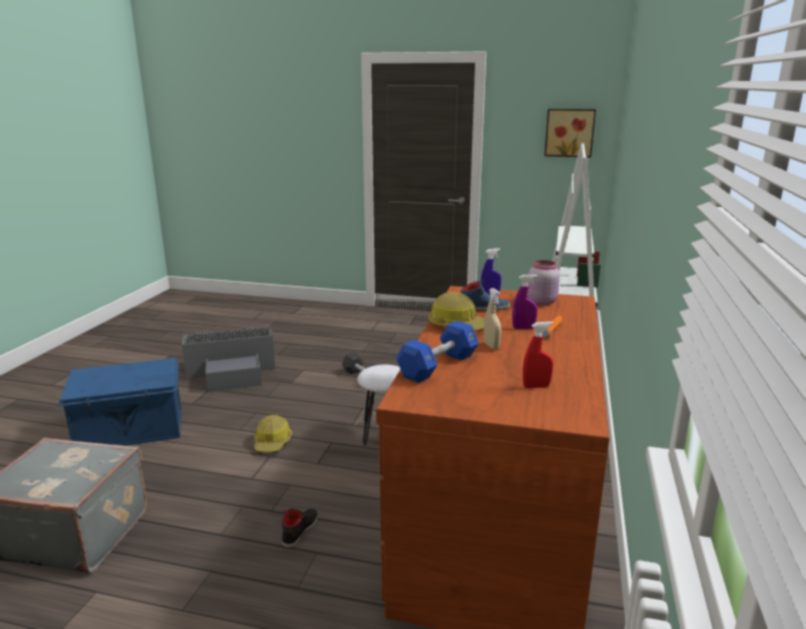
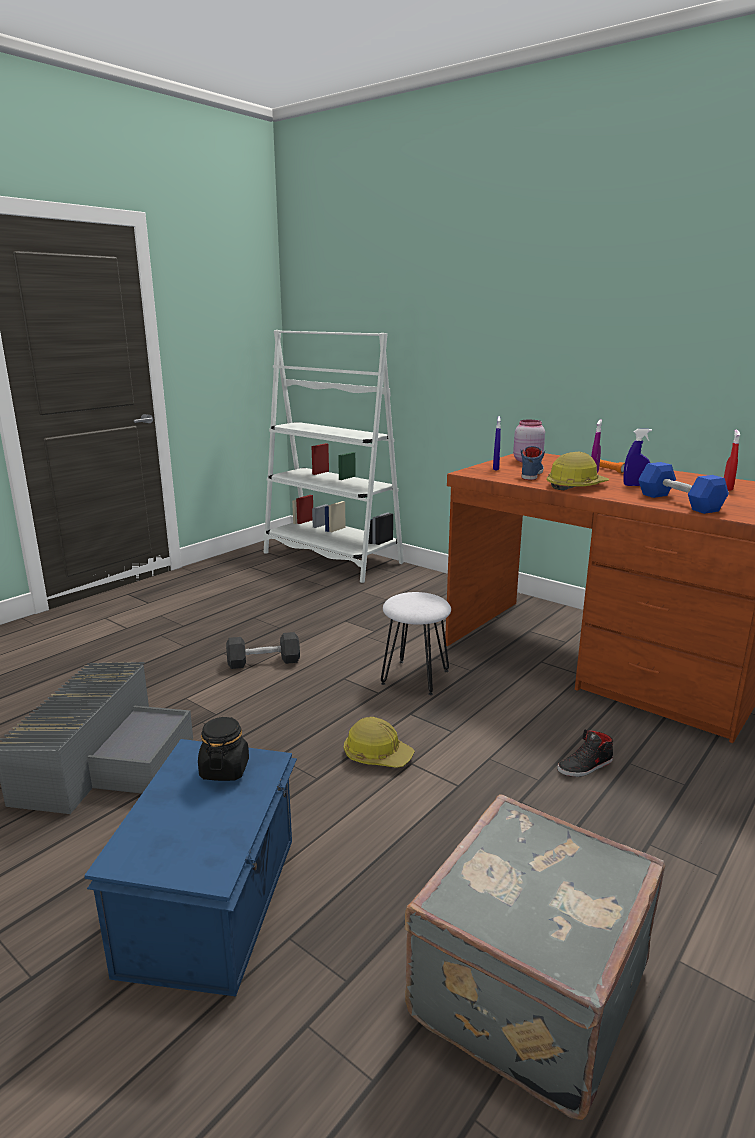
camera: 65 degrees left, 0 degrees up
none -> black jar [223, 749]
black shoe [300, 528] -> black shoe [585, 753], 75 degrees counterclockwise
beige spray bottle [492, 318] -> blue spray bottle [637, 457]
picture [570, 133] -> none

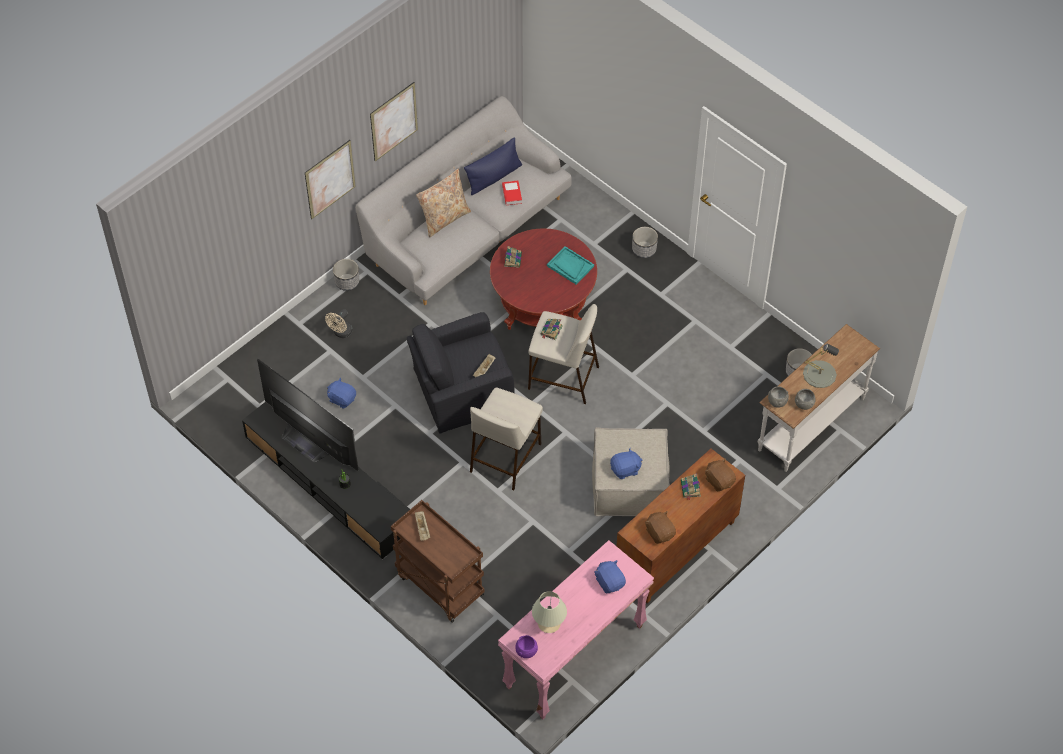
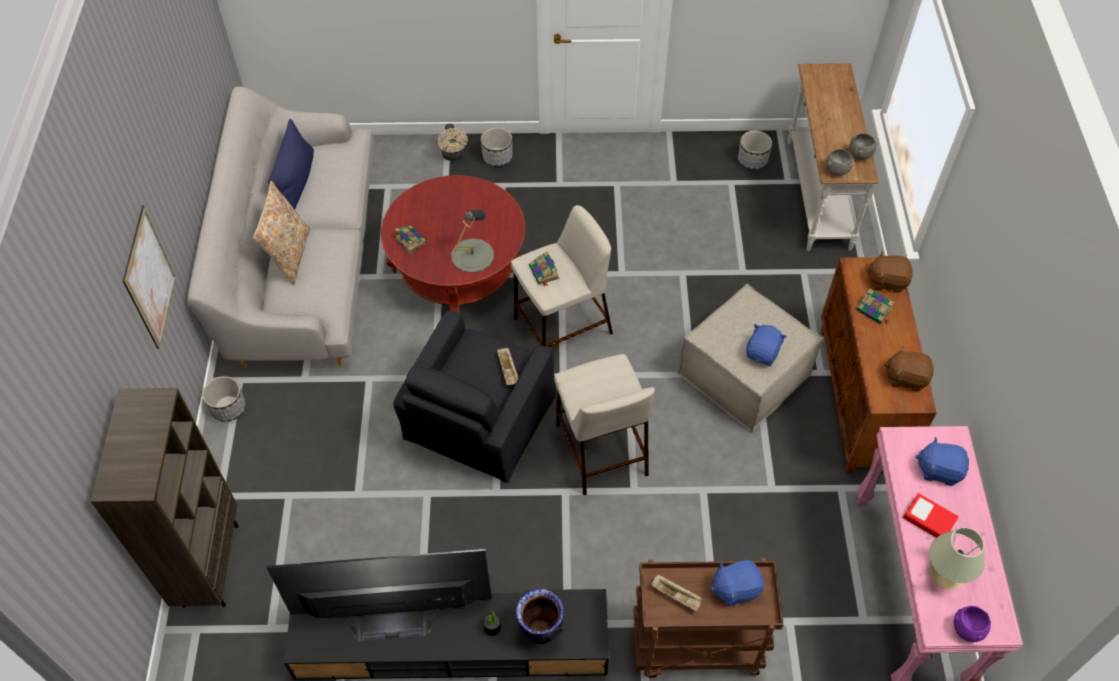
camera: 45 degrees left, 0 degrees up
none -> brown bookcase [164, 497]
beige fan [339, 323] -> beige fan [453, 142], moved
grey table lamp [821, 365] -> grey table lamp [472, 241], moved
none -> vase [540, 616]
blue plush toy [341, 393] -> blue plush toy [737, 583], moved
book [512, 193] -> book [931, 515], moved
picture [394, 121] -> none
turquoise tray [570, 265] -> none

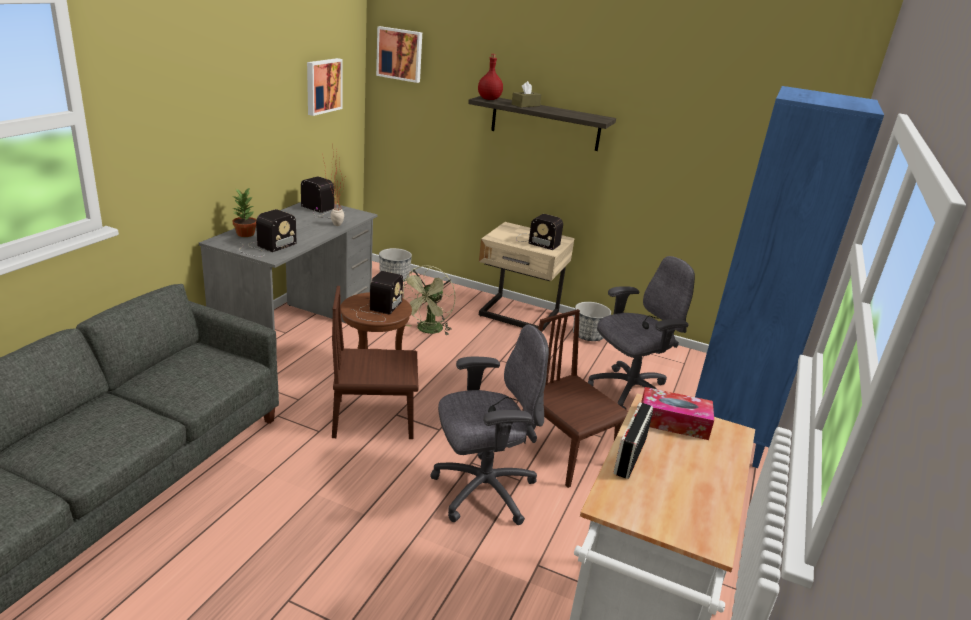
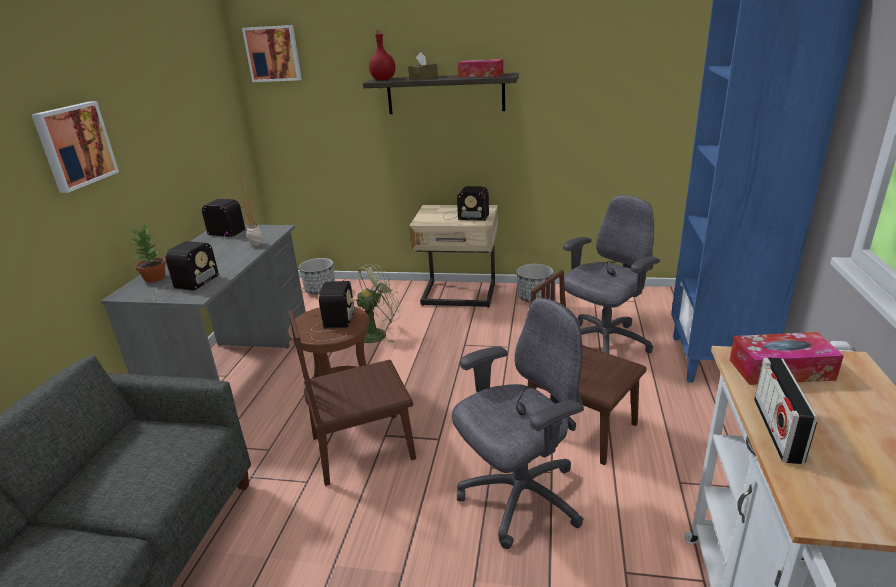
camera: 10 degrees left, 0 degrees up
picture [325, 87] -> picture [75, 147], moved
green fan [429, 300] -> green fan [379, 303], 135 degrees counterclockwise
none -> tissue box [480, 68]

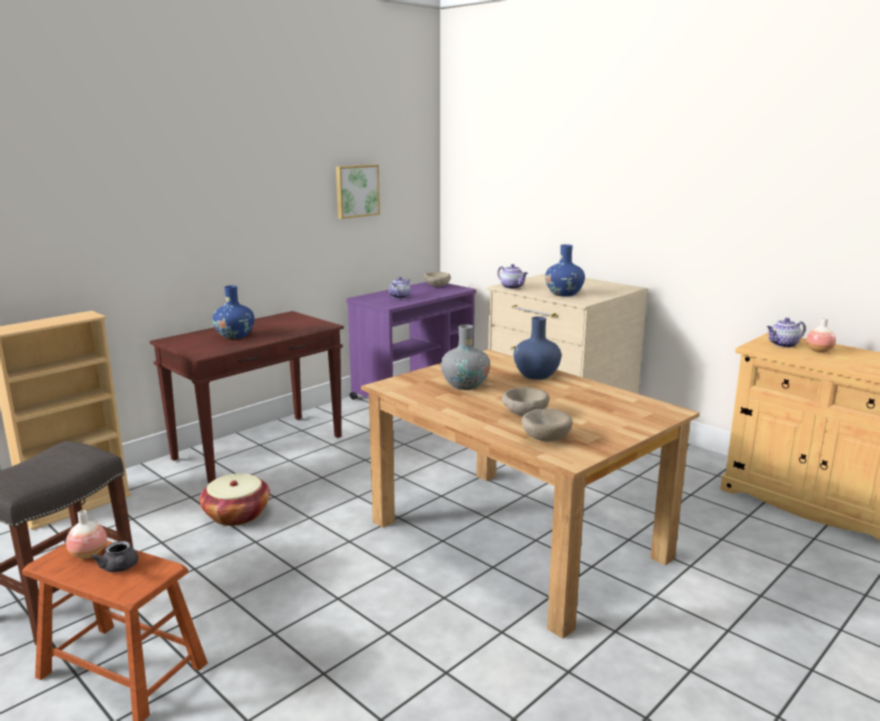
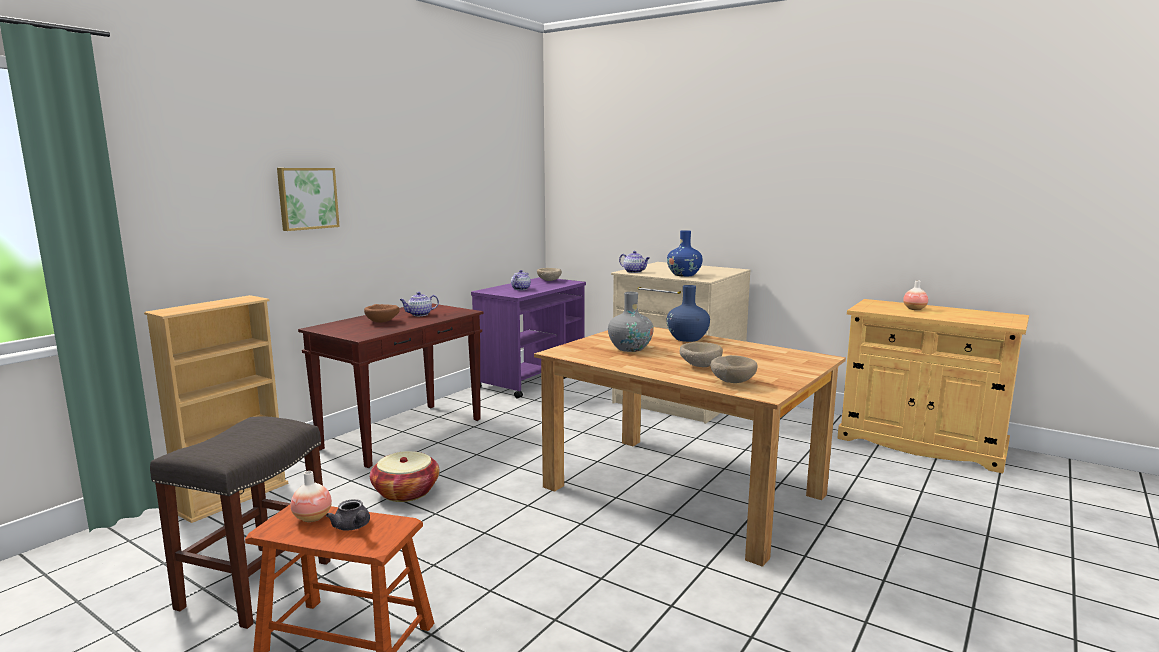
camera: 10 degrees left, 5 degrees down
picture [358, 192] -> picture [308, 199], moved
blue vase [233, 312] -> brown bowl [382, 313]
teapot [786, 333] -> teapot [419, 304], moved

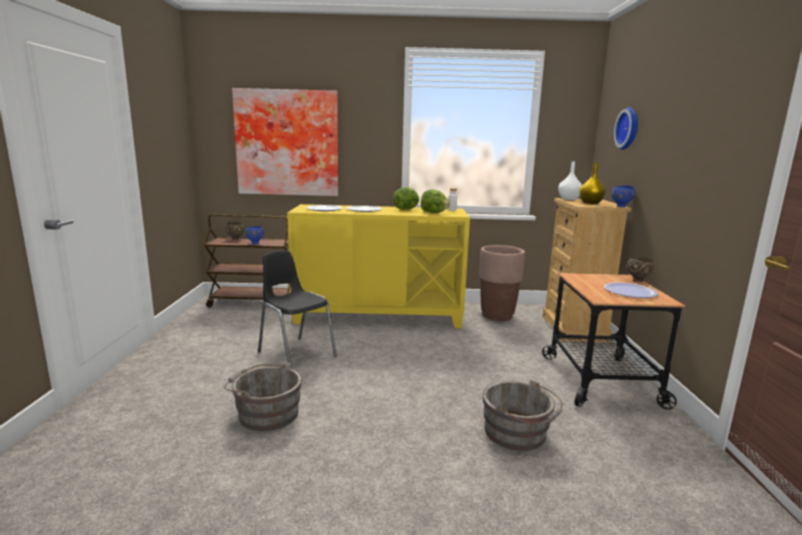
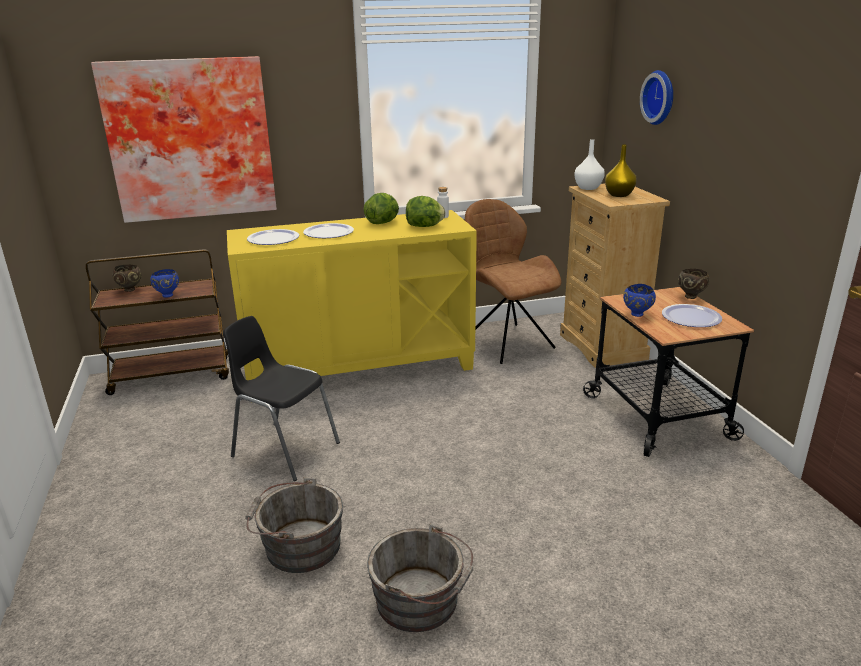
camera: 15 degrees left, 10 degrees up
grey bucket [522, 415] -> grey bucket [420, 577], moved
brown planter [502, 283] -> brown chair [513, 281]
blue bowl [623, 196] -> blue bowl [639, 300], moved

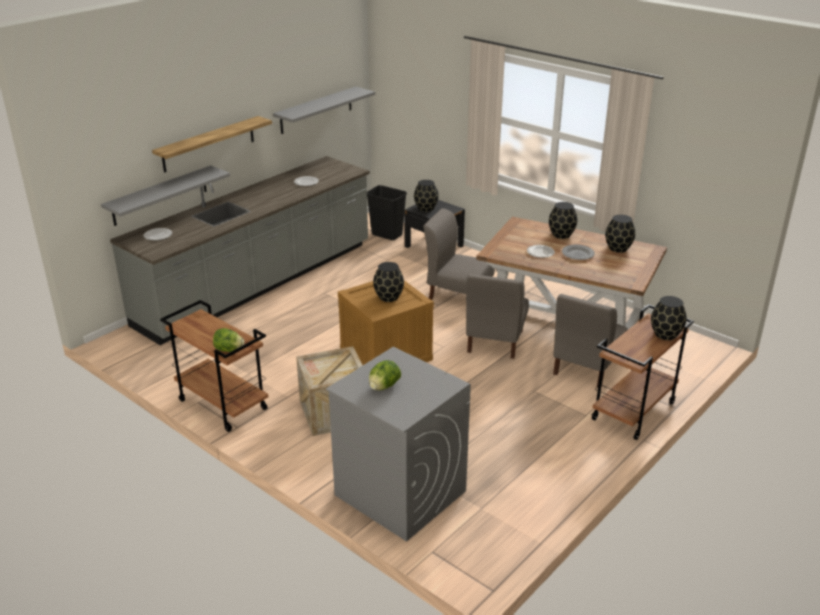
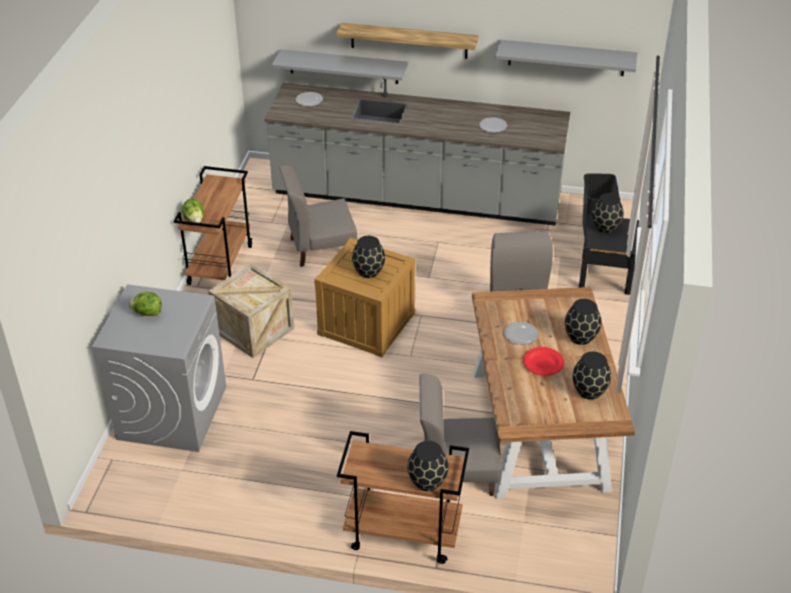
camera: 60 degrees right, 10 degrees up
grey chair [497, 316] -> grey chair [318, 216], moved
grey plate [578, 252] -> red plate [543, 361]

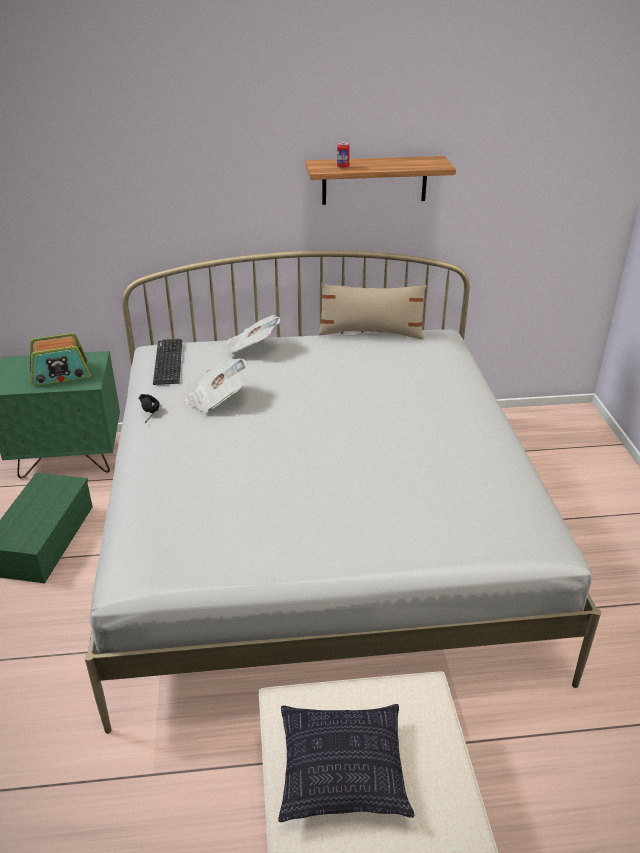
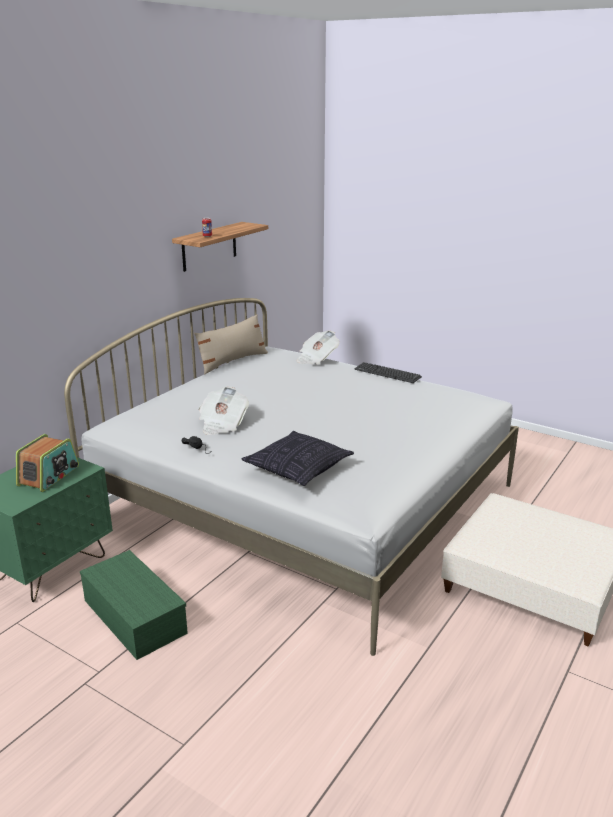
camera: 50 degrees left, 10 degrees down
pillow [346, 763] -> pillow [298, 458], moved
newspaper [253, 334] -> newspaper [318, 347], moved
keyboard [167, 362] -> keyboard [388, 372], moved

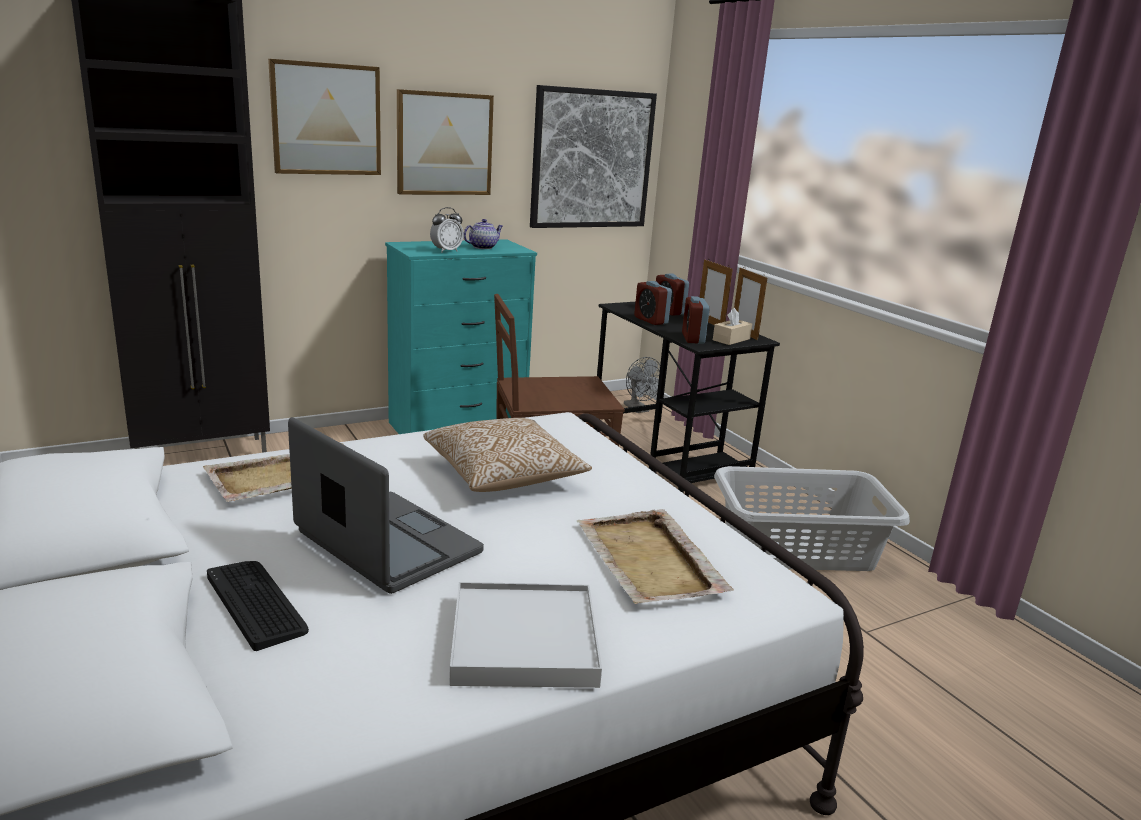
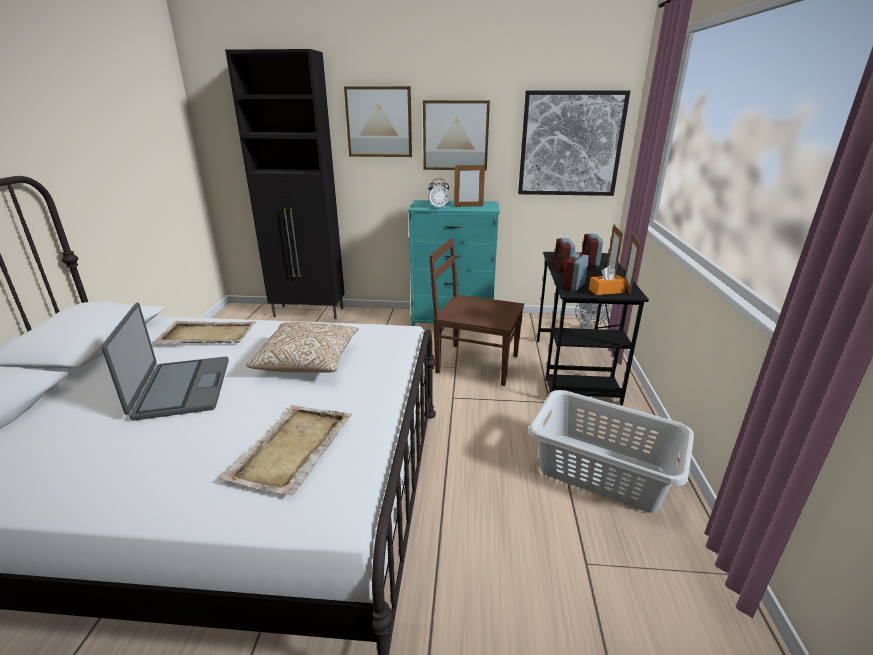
camera: 35 degrees right, 5 degrees up
teapot [483, 234] -> picture frame [469, 186]
beige tissue box [732, 326] -> orange tissue box [608, 280]
keyboard [258, 606] -> none
white tray [526, 635] -> none

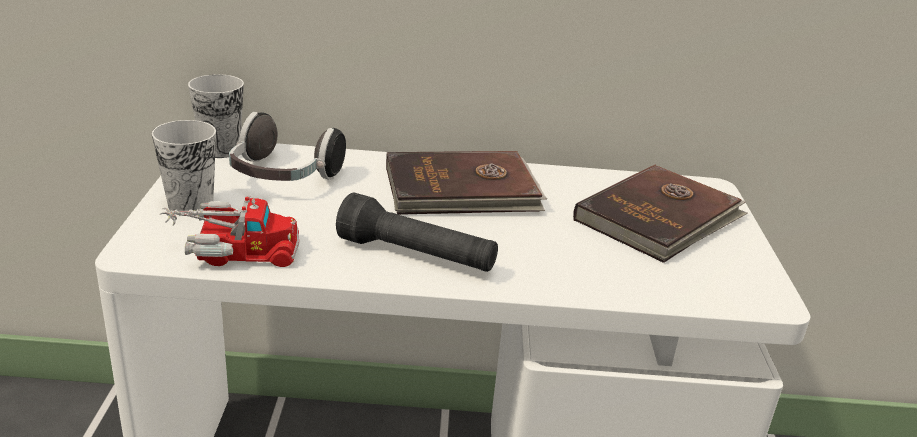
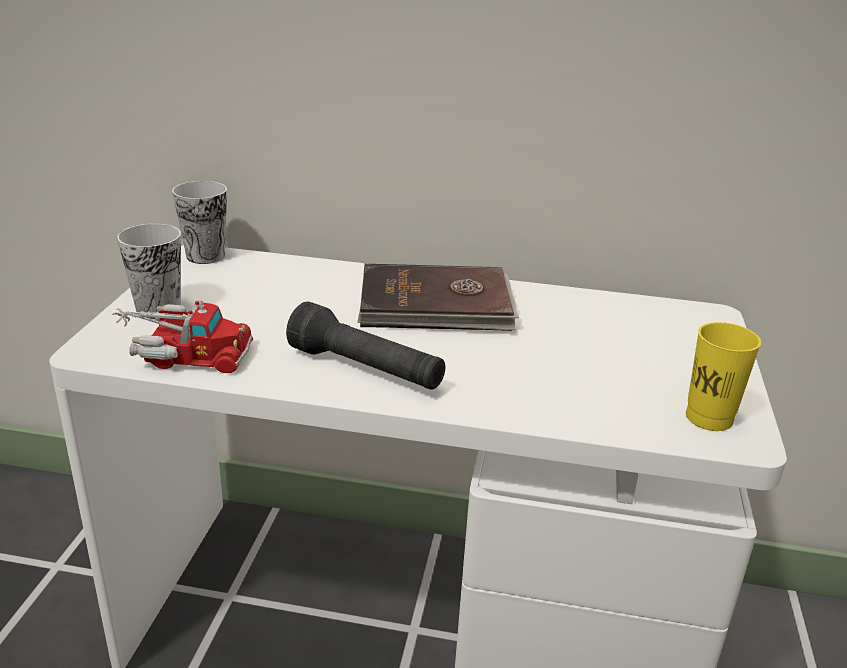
camera: 10 degrees right, 0 degrees up
none -> yellow cup [723, 376]
headphones [287, 146] -> none
brown book [660, 214] -> none

